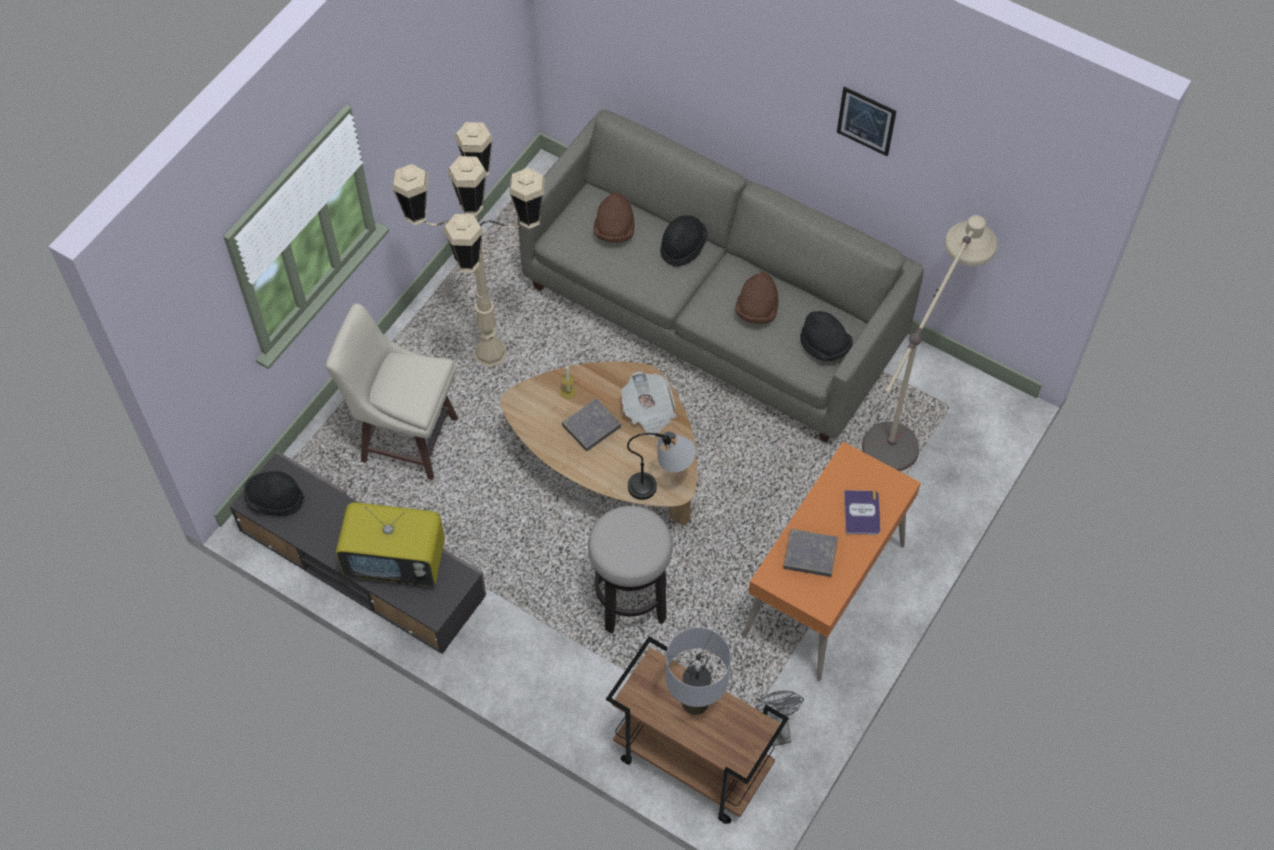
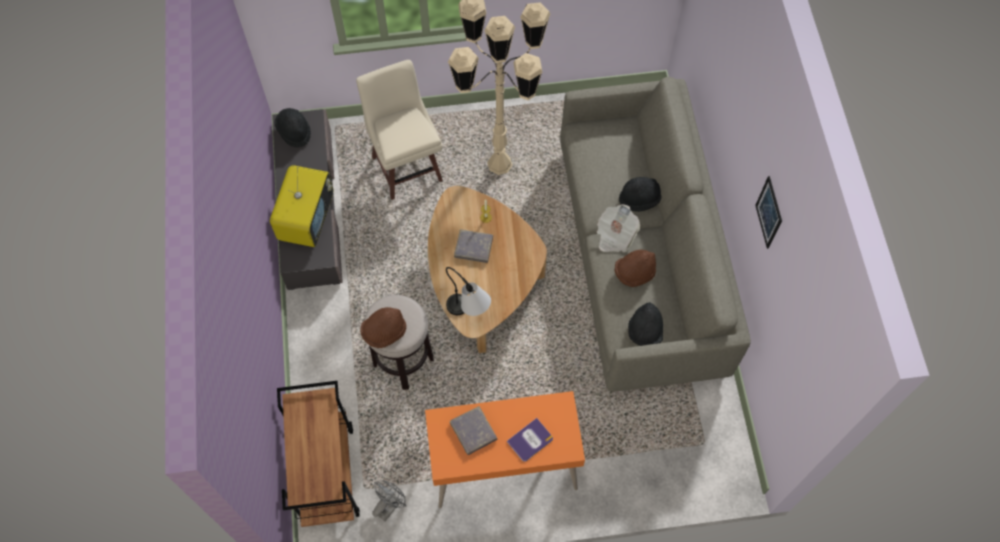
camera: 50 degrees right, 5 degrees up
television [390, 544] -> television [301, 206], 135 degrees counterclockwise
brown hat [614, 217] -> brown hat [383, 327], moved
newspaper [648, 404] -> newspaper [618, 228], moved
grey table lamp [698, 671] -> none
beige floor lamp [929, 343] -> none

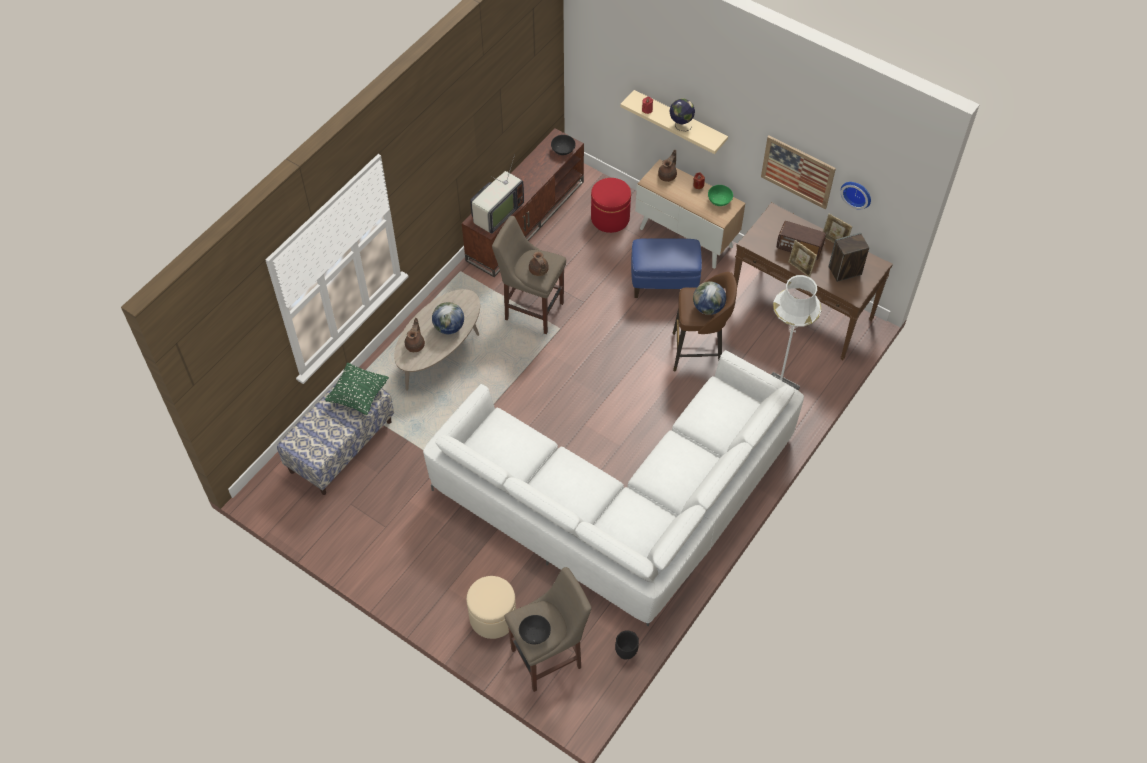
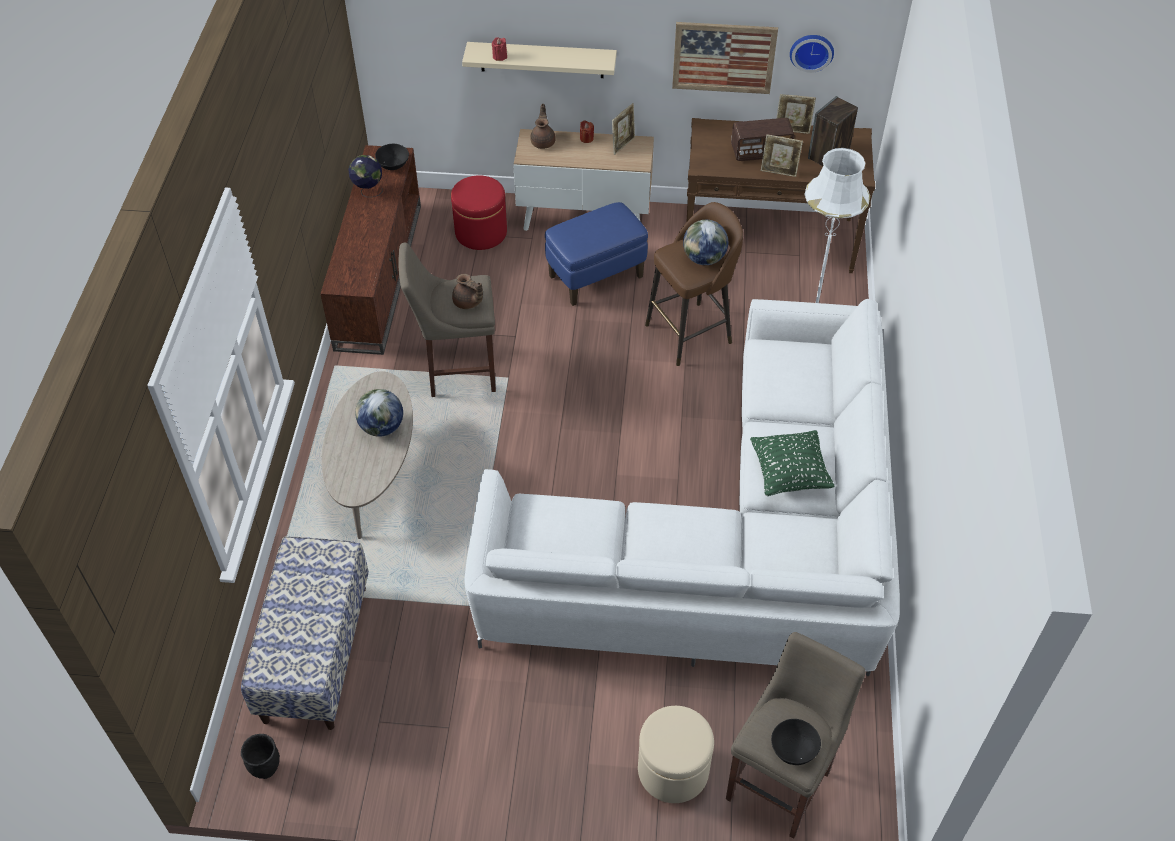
camera: 30 degrees left, 5 degrees down
black planter [627, 645] -> black planter [260, 756], moved
globe [682, 114] -> globe [365, 176], moved
green bowl [720, 195] -> picture frame [623, 129]
green pillow [357, 389] -> green pillow [792, 463], moved
brown teapot [415, 335] -> none
television [497, 194] -> none

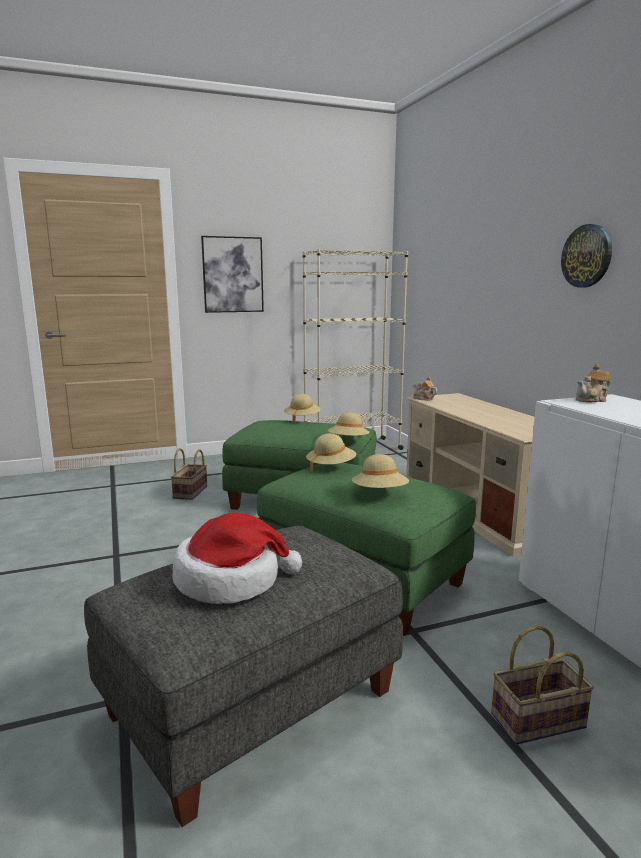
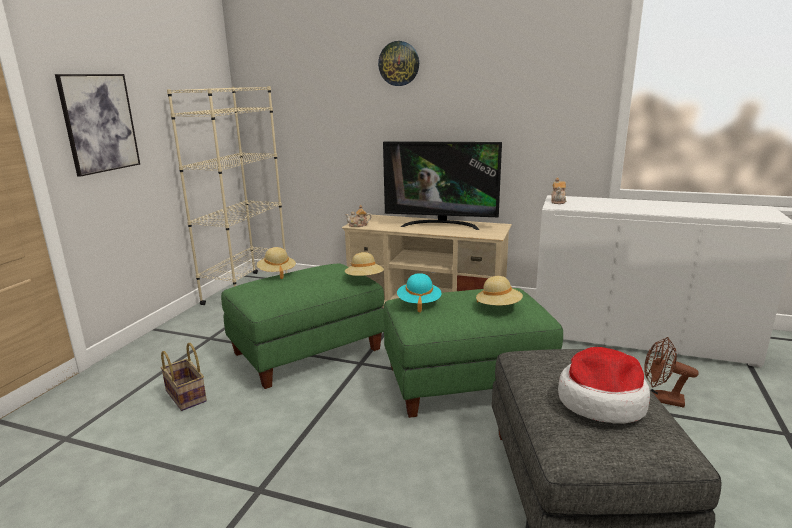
camera: 50 degrees left, 5 degrees up
wall clock [586, 256] -> wall clock [398, 63], moved
none -> television [442, 185]
beige hat [331, 452] -> turquoise hat [419, 293]
basket [542, 685] -> brown fan [671, 372]

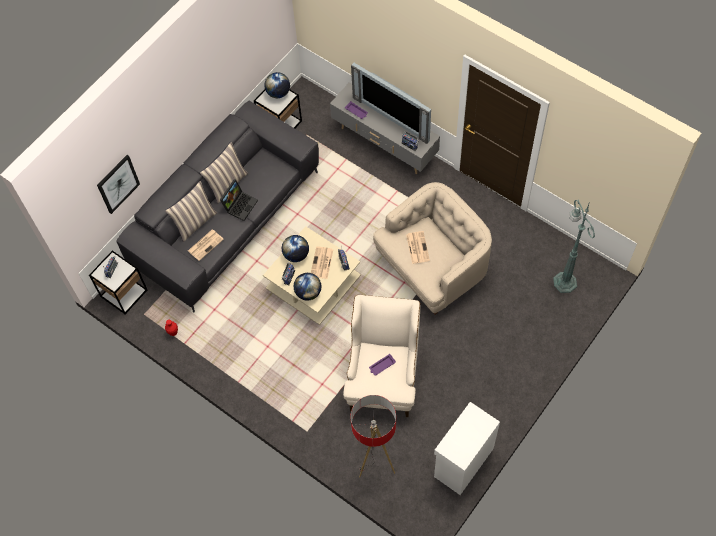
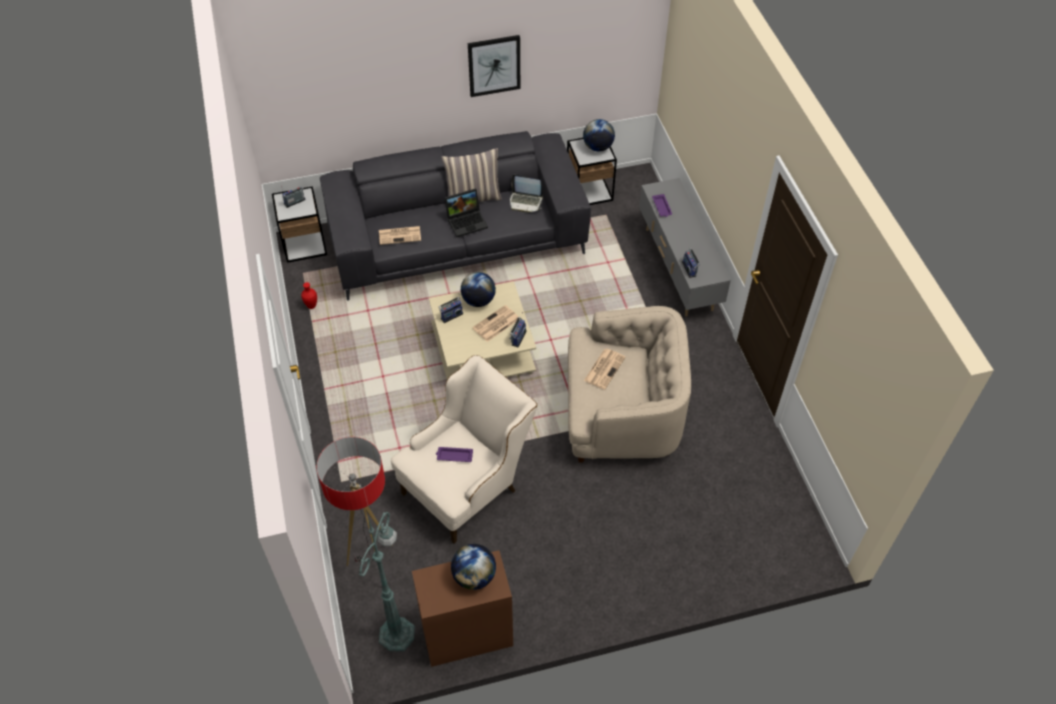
camera: 35 degrees right, 10 degrees down
green floor lamp [574, 246] -> green floor lamp [387, 581], moved
white cabinet [467, 448] -> brown cabinet [462, 608]
globe [307, 287] -> globe [473, 567], moved
picture [118, 184] -> picture [494, 66], moved
none -> laptop [526, 194]
pillow [191, 211] -> none
television [391, 103] -> none

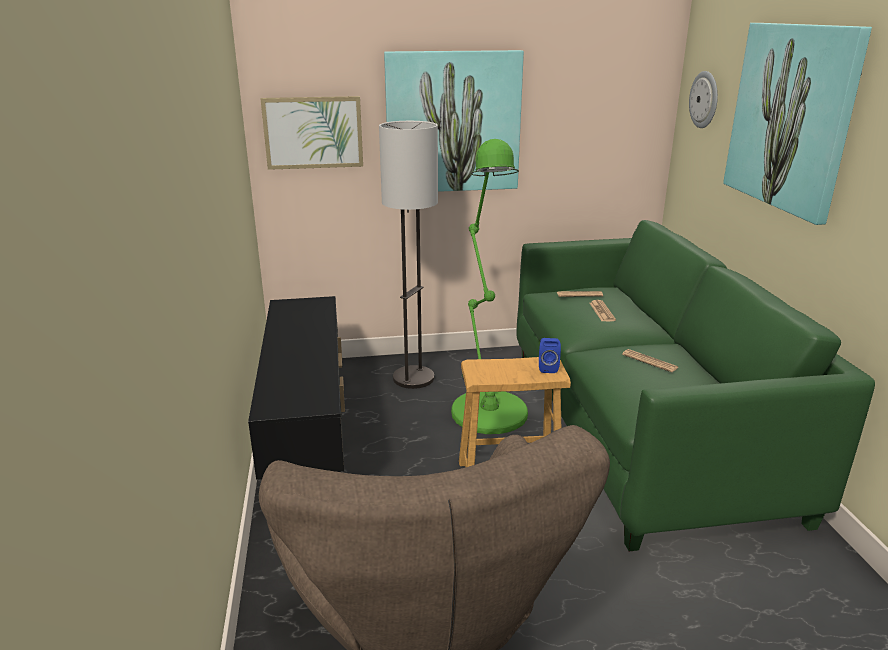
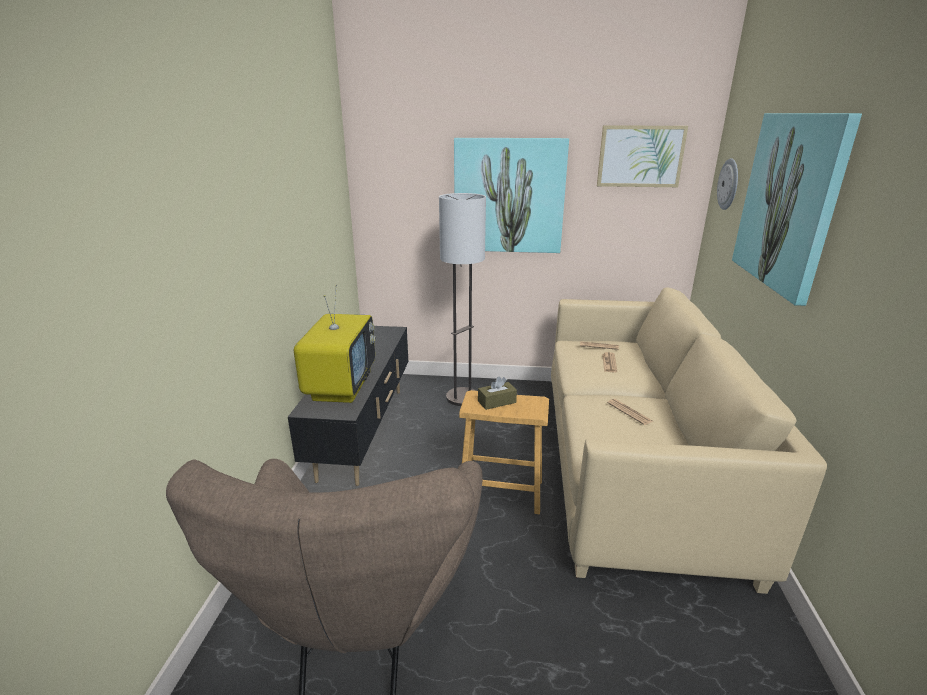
camera: 15 degrees right, 0 degrees up
none -> television [334, 344]
none -> brown tissue box [497, 393]
green sofa [696, 385] -> beige sofa [689, 440]
picture [312, 133] -> picture [642, 156], moved
green floor lamp [489, 286] -> none
blue speaker [550, 355] -> none

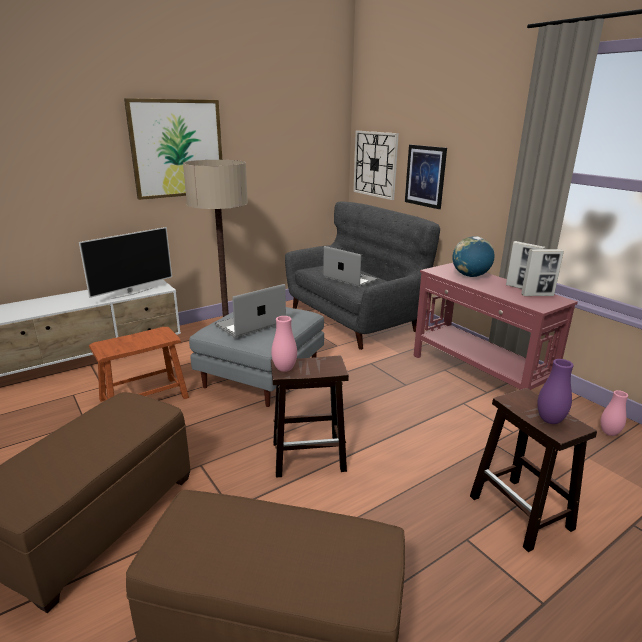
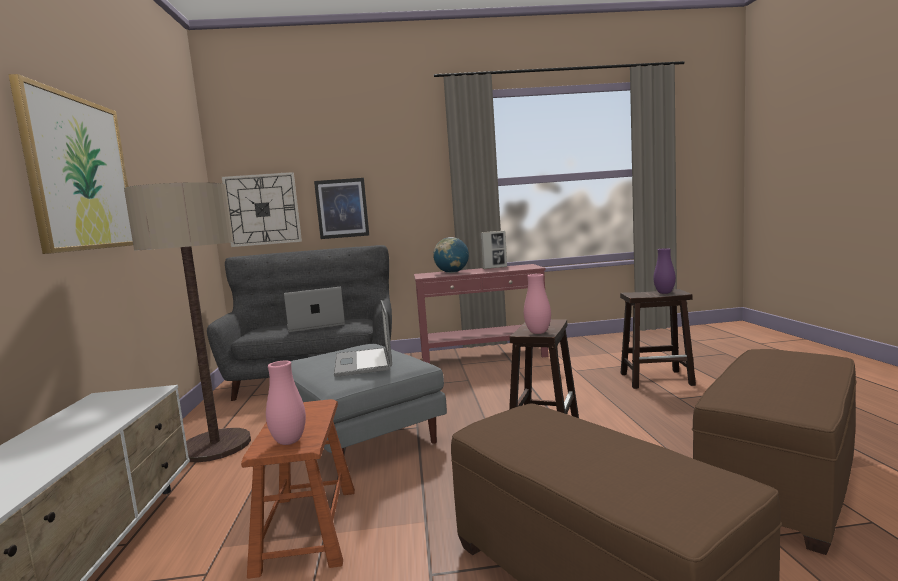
camera: 60 degrees left, 15 degrees down
pink vase [614, 413] -> pink vase [286, 403], moved
television [125, 263] -> none
picture frame [542, 272] -> none

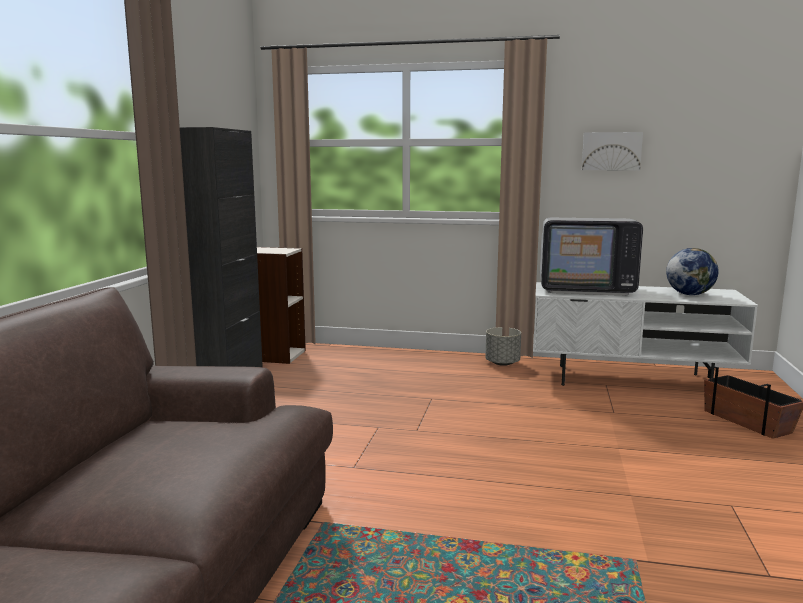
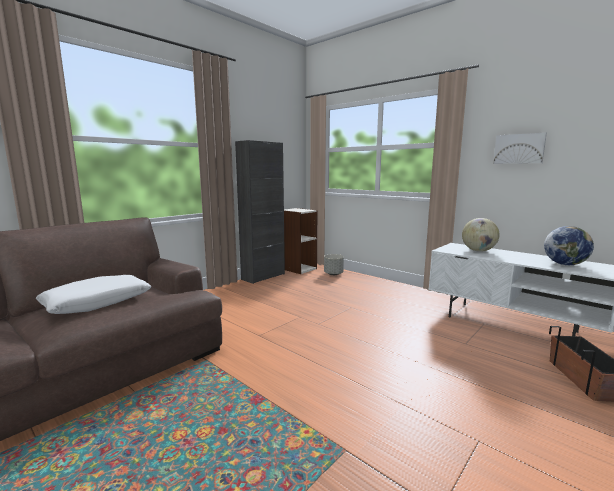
camera: 30 degrees right, 0 degrees up
none -> white pillow [93, 294]
grey planter [503, 346] -> grey planter [334, 264], moved
television [591, 257] -> globe [481, 235]

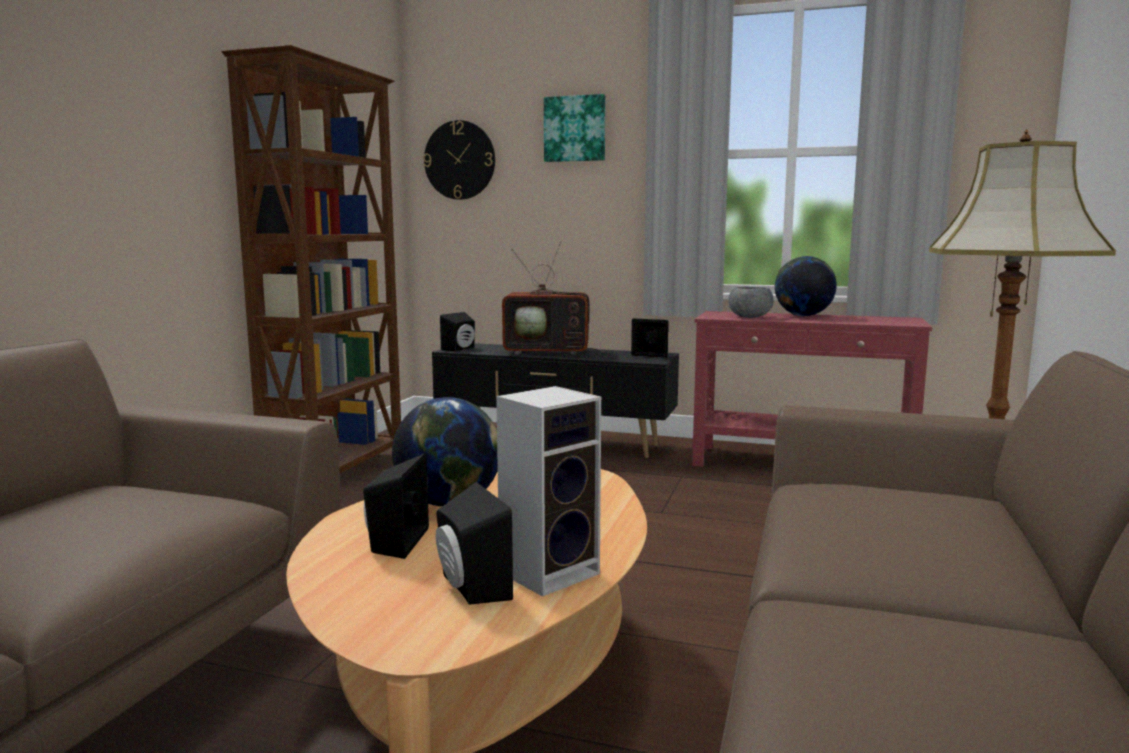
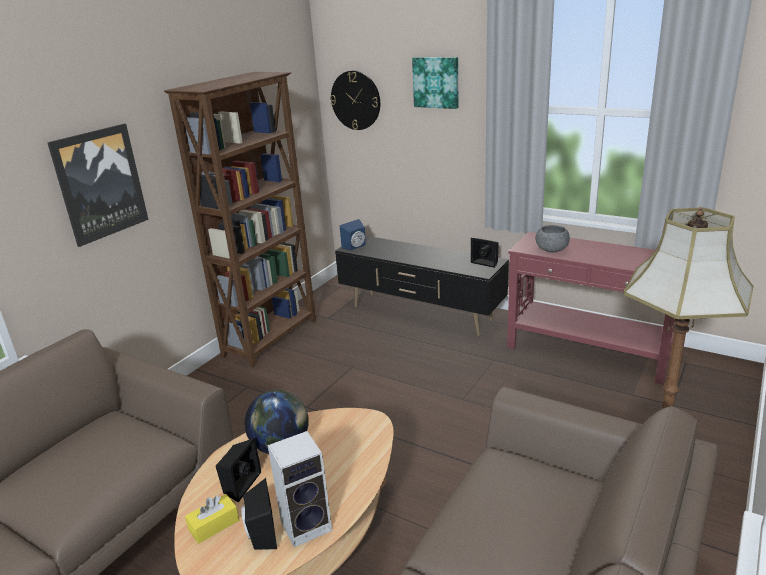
camera: 15 degrees right, 15 degrees up
none -> picture [98, 185]
none -> yellow tissue box [212, 519]
black speaker [457, 331] -> blue speaker [353, 234]
television [553, 298] -> none
globe [806, 286] -> none

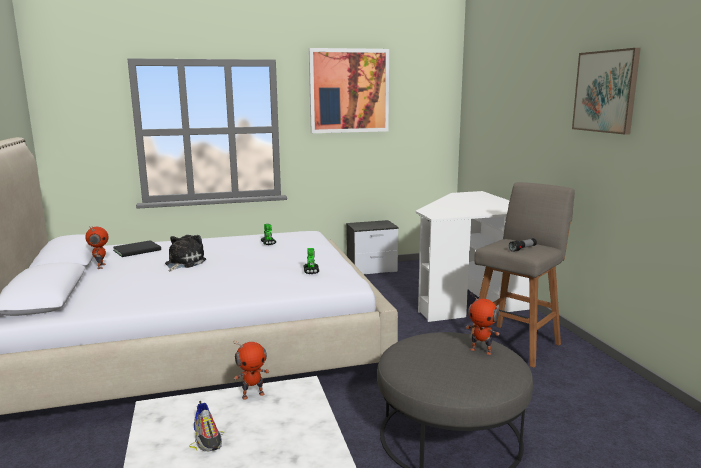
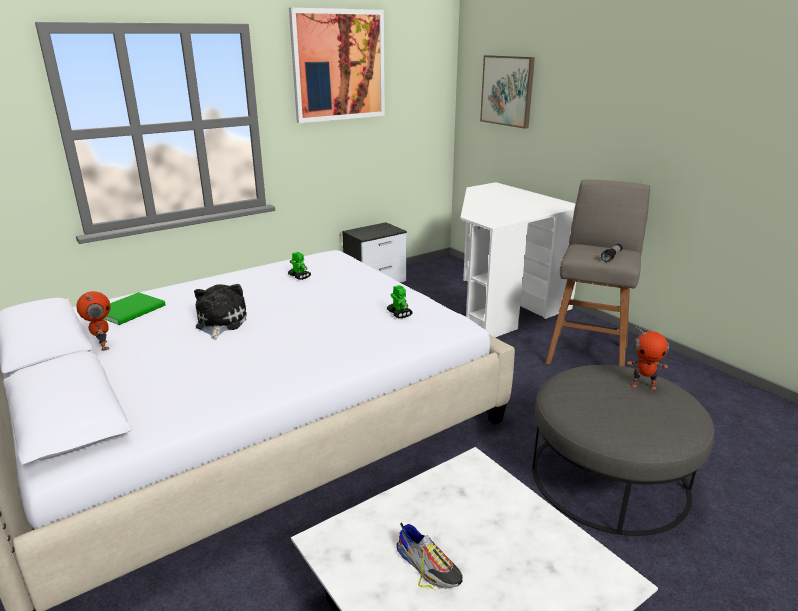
camera: 20 degrees left, 10 degrees up
black book [137, 248] -> green book [135, 308]
picture [606, 91] -> picture [507, 92], moved
toy robot [251, 370] -> none

